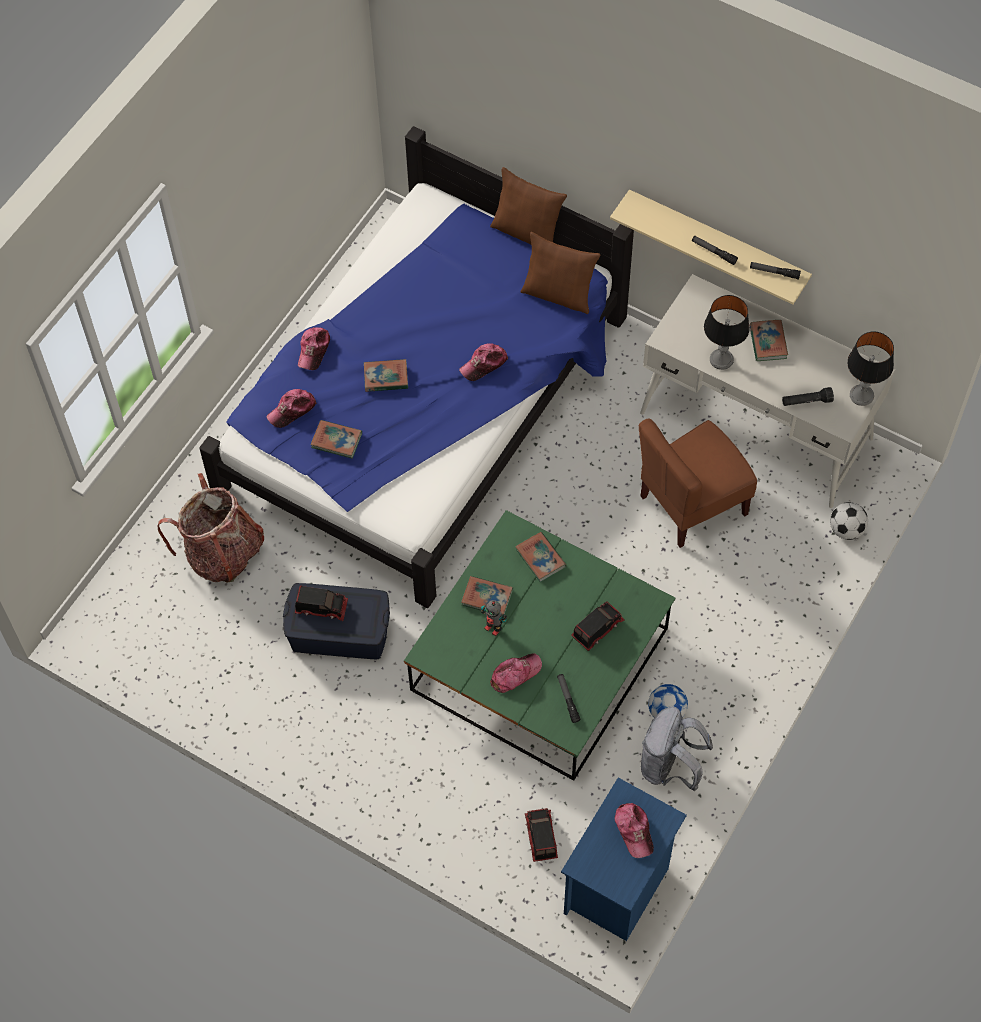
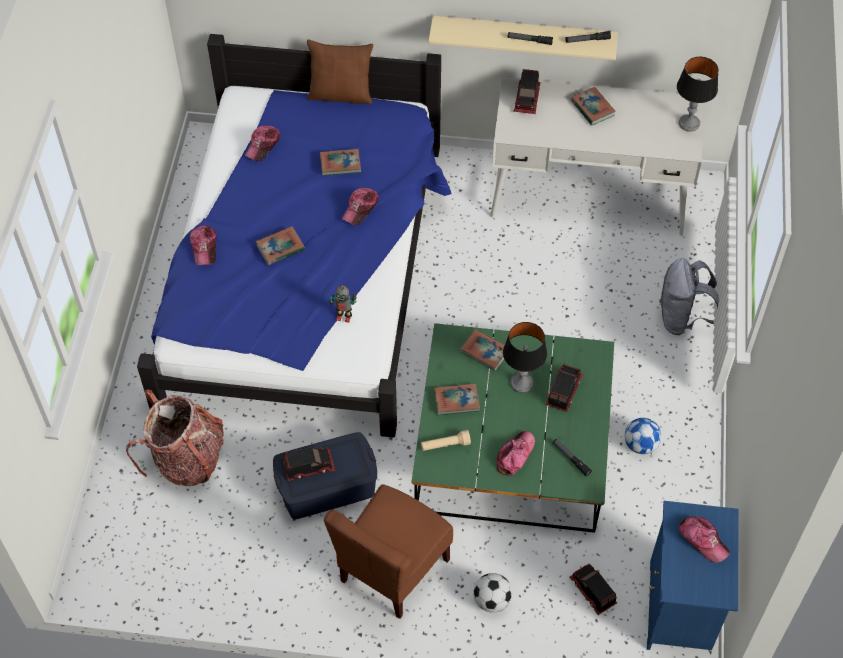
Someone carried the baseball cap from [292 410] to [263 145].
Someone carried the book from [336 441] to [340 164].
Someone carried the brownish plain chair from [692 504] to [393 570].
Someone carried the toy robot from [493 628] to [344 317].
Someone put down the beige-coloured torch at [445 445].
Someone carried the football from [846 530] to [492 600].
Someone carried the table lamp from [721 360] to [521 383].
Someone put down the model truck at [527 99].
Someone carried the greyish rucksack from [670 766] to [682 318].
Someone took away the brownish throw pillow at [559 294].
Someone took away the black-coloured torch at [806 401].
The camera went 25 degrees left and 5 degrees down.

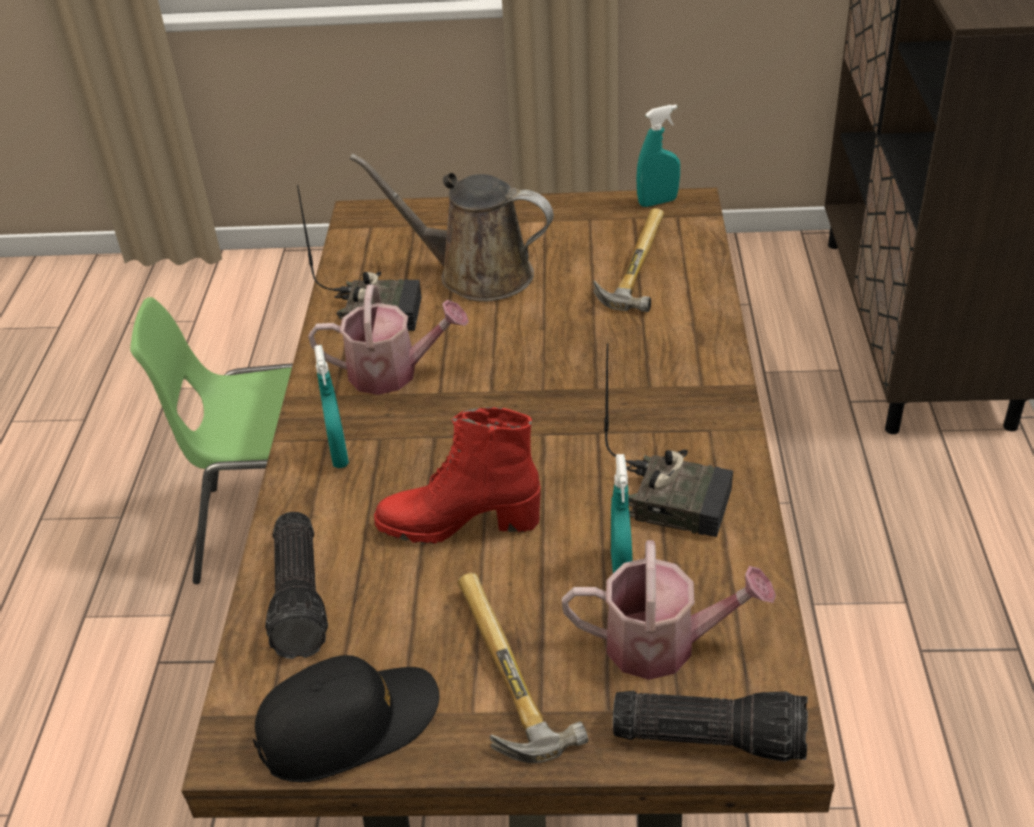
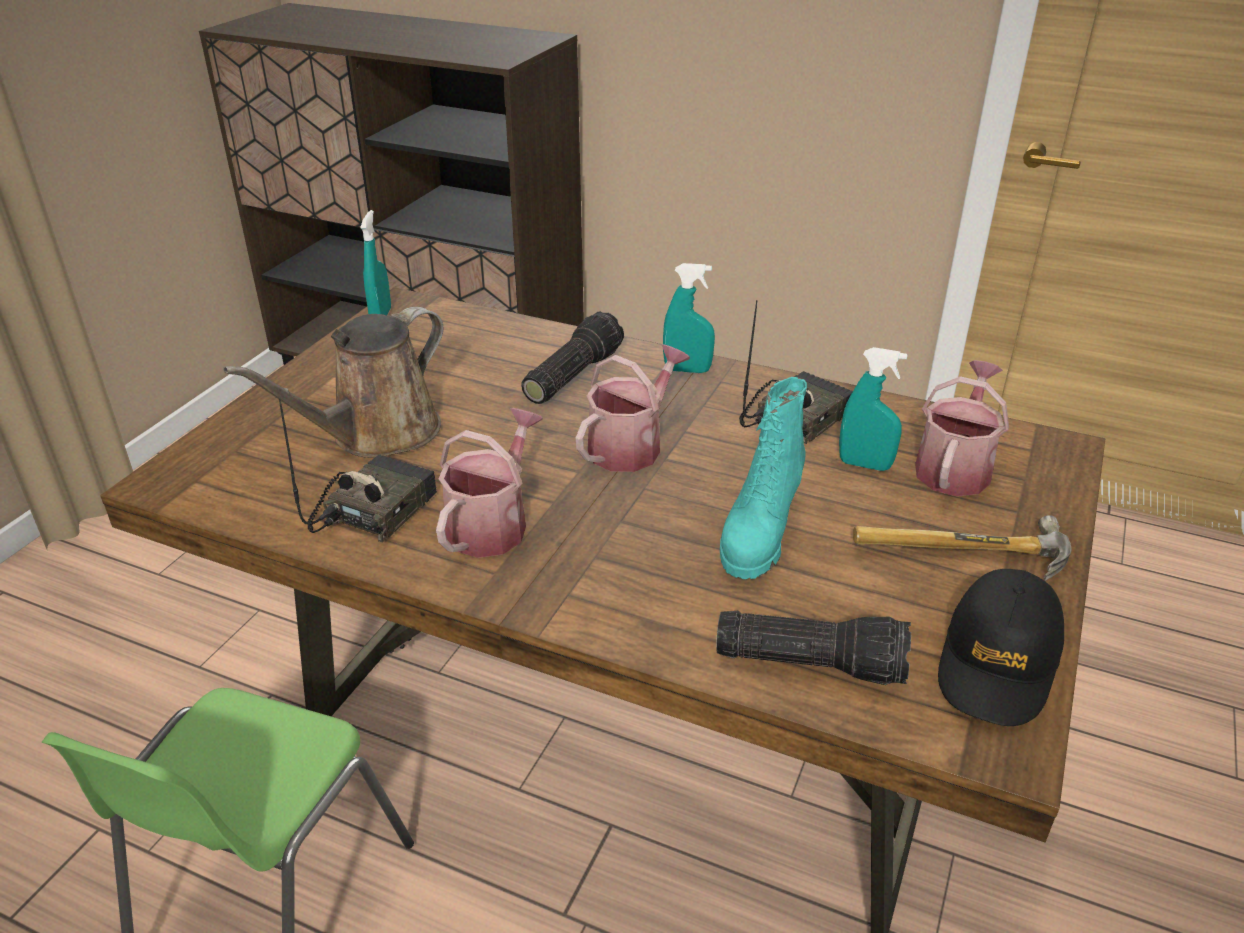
Someone carried the torch from [711 735] to [571 374].
Someone put down the watering can at [631 446].
Someone carried the blue-green sprayer from [339 454] to [687 370].
Someone repainted the reddish high-top boot at [459 523], which became the blue-green high-top boot at [758 534].
Someone rotated the black-coloured baseball cap at [348 725] by 150 degrees counterclockwise.
Someone took away the hand hammer at [631 266].
The camera went 70 degrees left and 5 degrees down.

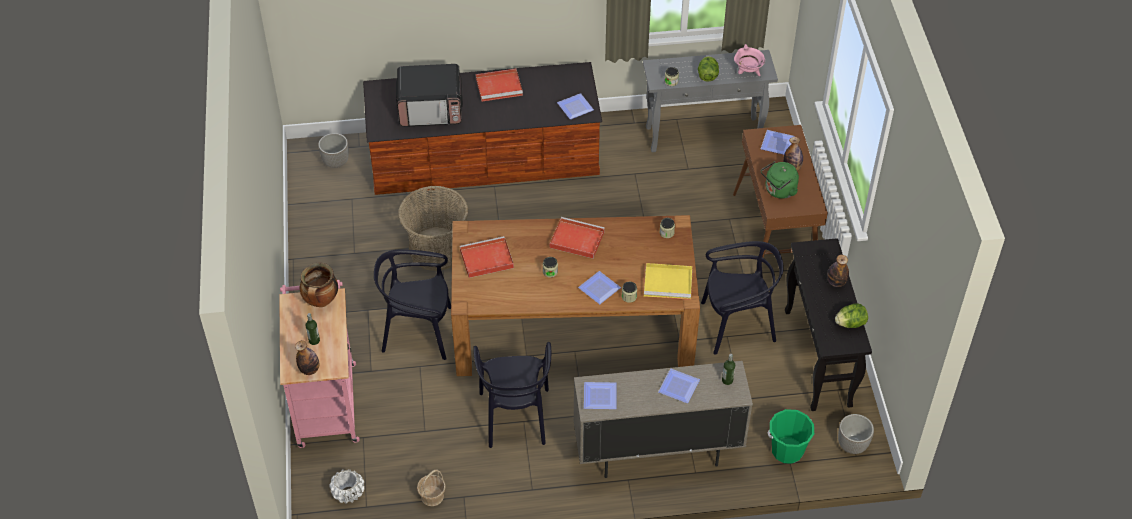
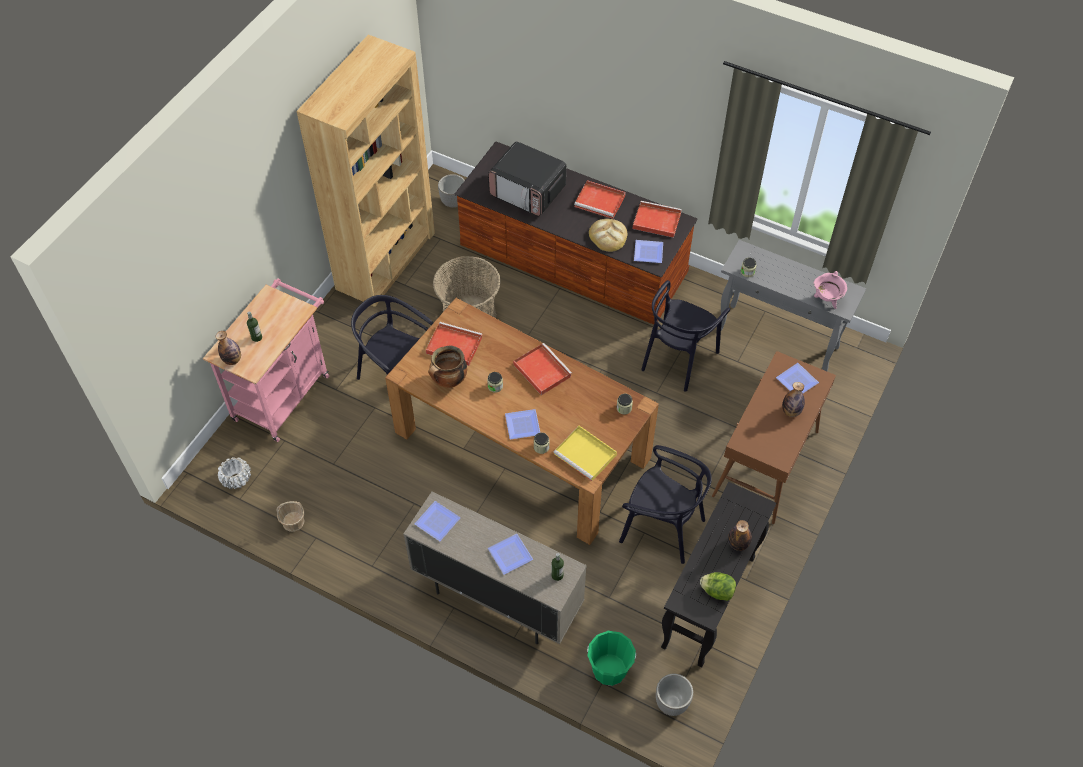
Someone put down the brownish bookcase at [386 260].
Someone carried the cooking pot from [321 301] to [449 381].
Someone put down the bakery bread at [608 236].
Someone put down the reddish tray at [655 221].
Someone carried the black-coloured plain chair from [515 416] to [678 358].
Someone took away the lettuce head at [707 76].
Someone took away the green kettle at [779 191].
The camera went 35 degrees right and 5 degrees up.

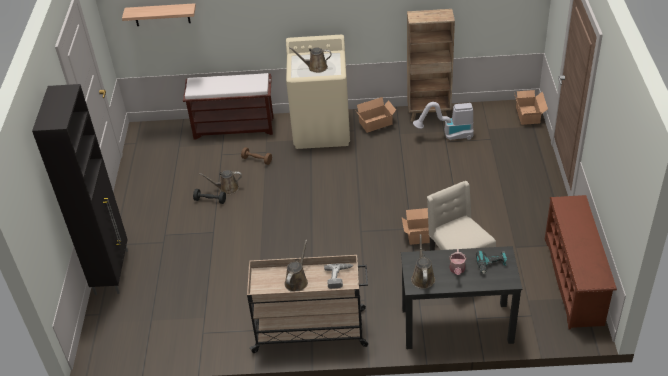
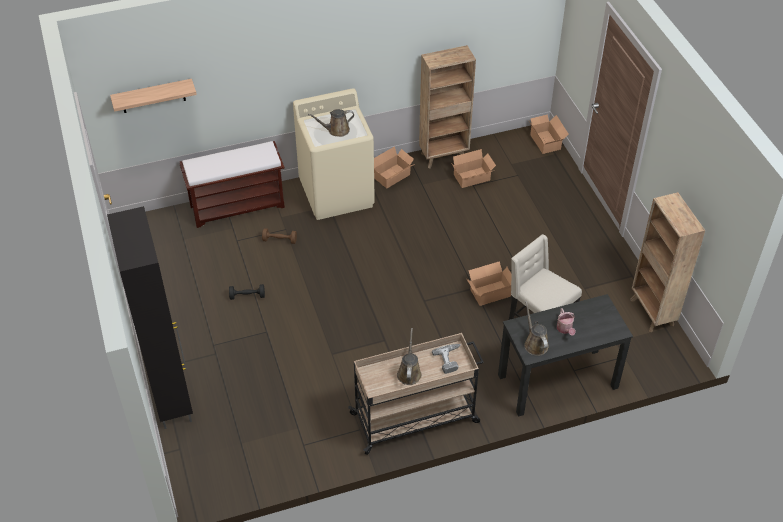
Someone swapped the hoover at [448 135] for the packing box at [473 178].
Someone swapped the brownish shoe stand at [574 281] for the brownish bookcase at [652 313].
Someone took away the brownish watering can at [227 188].
Someone took away the drill at [491 265].
The camera went 20 degrees left and 5 degrees up.

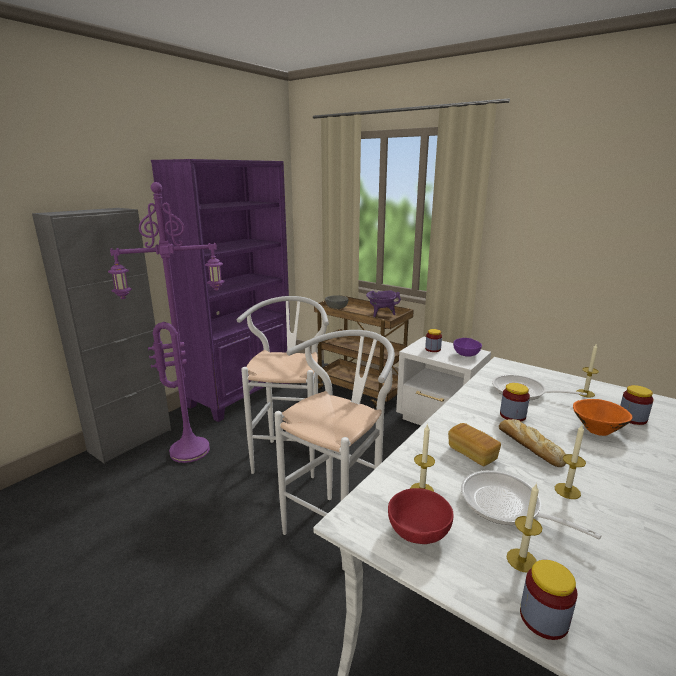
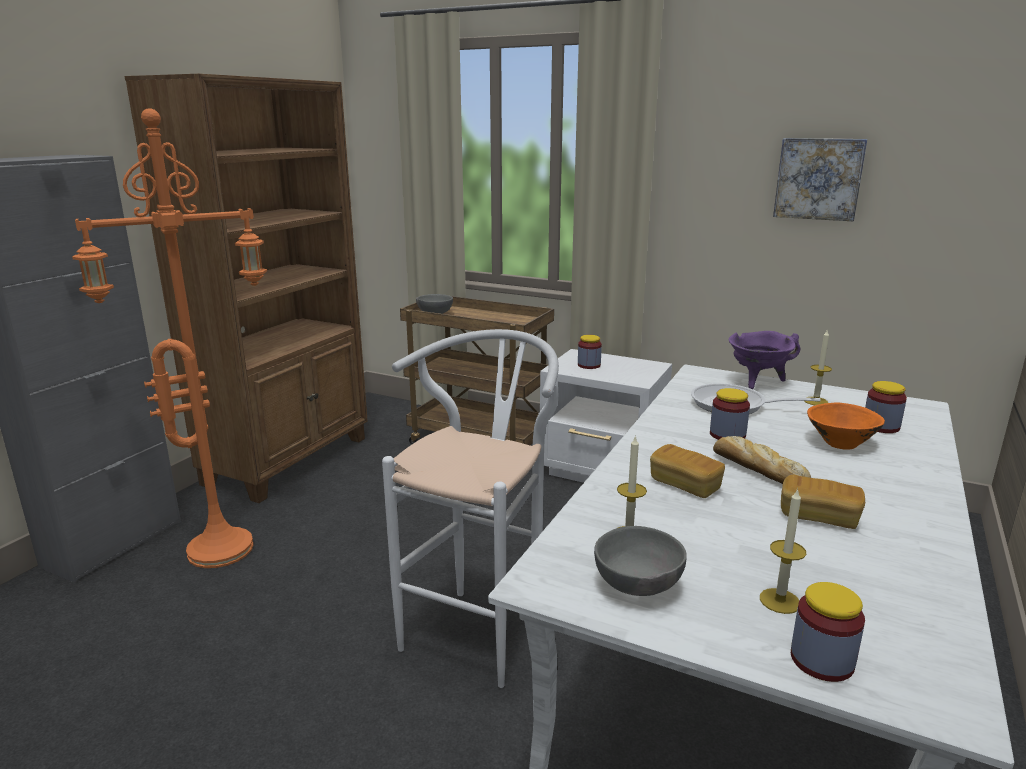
Someone repainted the purple standard lamp at [191 449], which became the orange standard lamp at [222 547].
Someone repainted the purple bookcase at [242 394], which became the brownish bookcase at [290 460].
Someone repainted the reddish serving bowl at [418 534], which became the greyish serving bowl at [637 586].
Someone carried the purple cooking pot from [381 314] to [757 381].
Someone put up the picture at [819 178].
Someone swapped the wax light at [567 491] for the bakery bread at [818 517].
Someone took away the whitish sitting stool at [290 453].
Someone took away the purple serving bowl at [466 354].
Someone took away the pan at [506 506].
The camera went 10 degrees left and 0 degrees up.

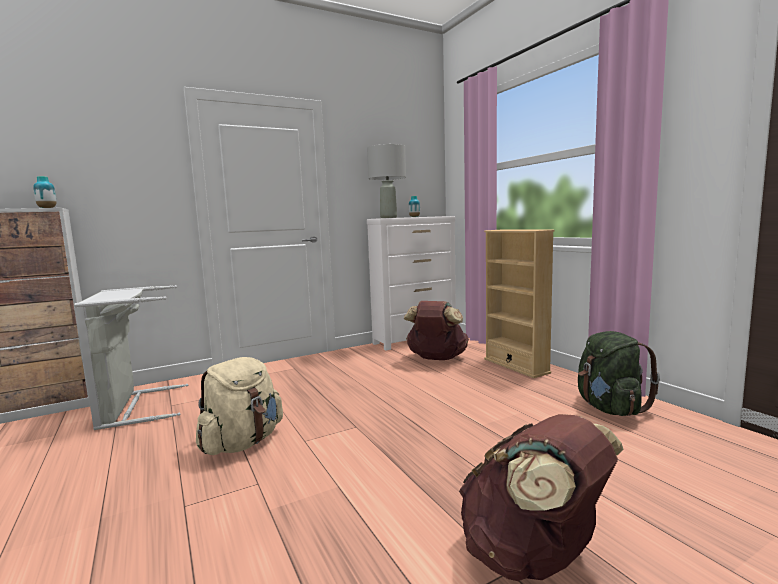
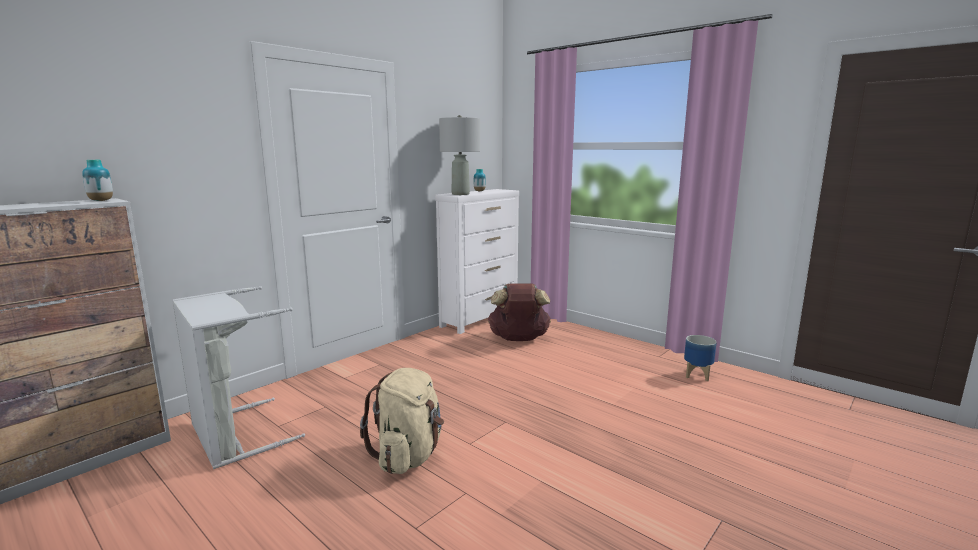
Someone swapped the green rucksack at [610 408] for the flower pot at [697 375].
Someone took away the brownish rucksack at [533 557].
Someone took away the beige-coloured bookcase at [516 366].
The camera went 20 degrees left and 5 degrees up.

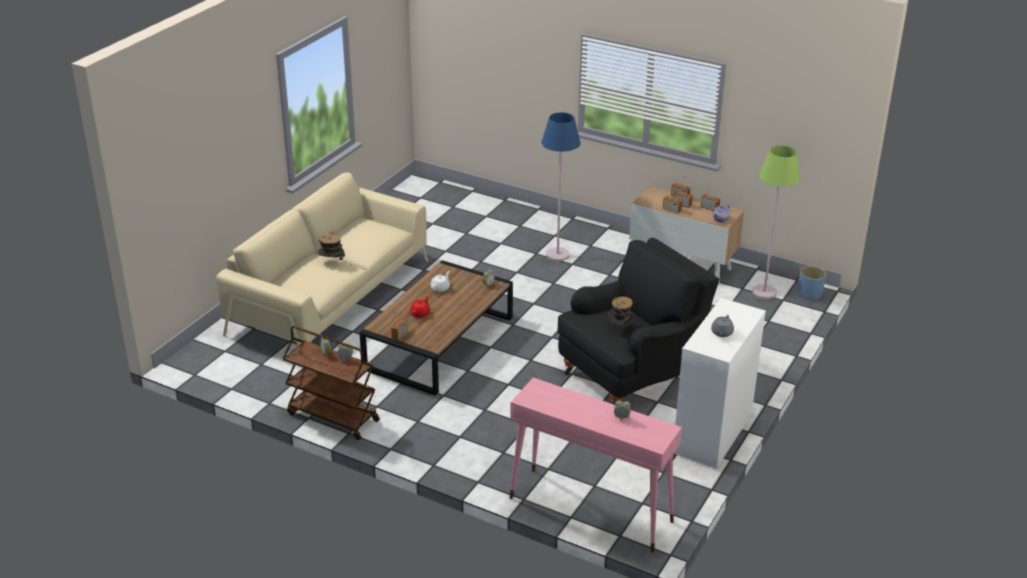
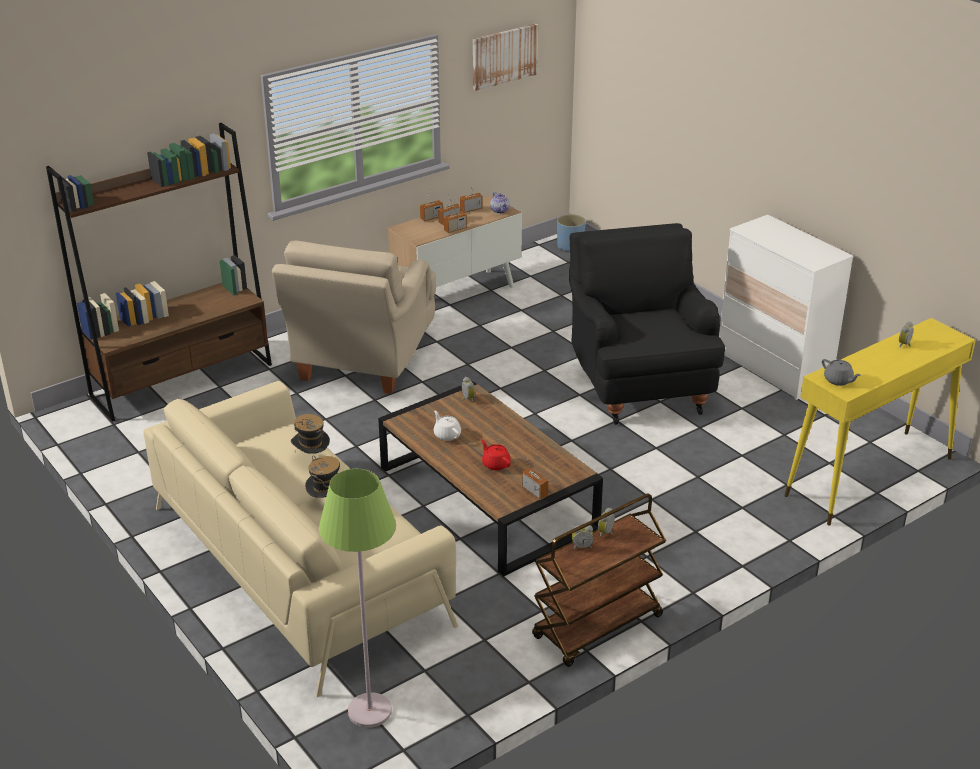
Someone put down the brownish bookcase at [182 380].
Someone swapped the bluish standard lamp at [557 255] for the beige-coloured easy chair at [362 362].
Someone carried the clothing hat from [620 329] to [311 458].
Someone carried the green standard lamp from [764 292] to [369 711].
Someone put up the picture at [504 56].
Someone repainted the pinkish hall table at [589 509], which became the yellow hall table at [868 477].
Someone carried the greyish tea pot from [721 333] to [838 380].
The camera went 65 degrees left and 0 degrees up.

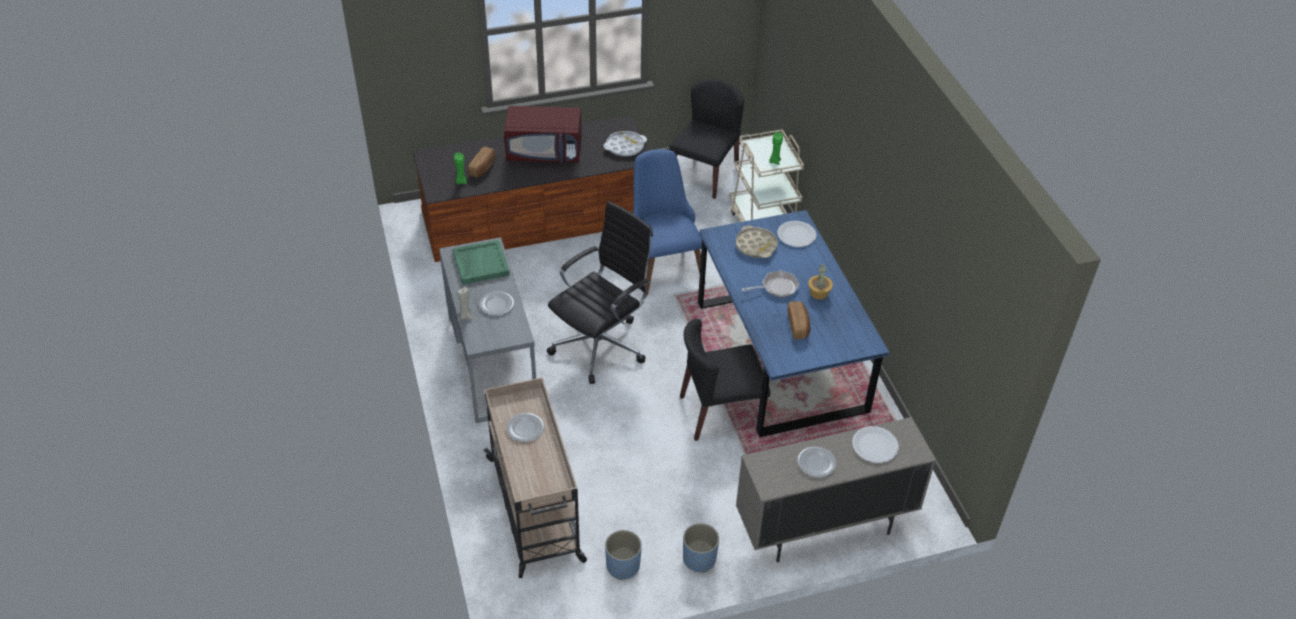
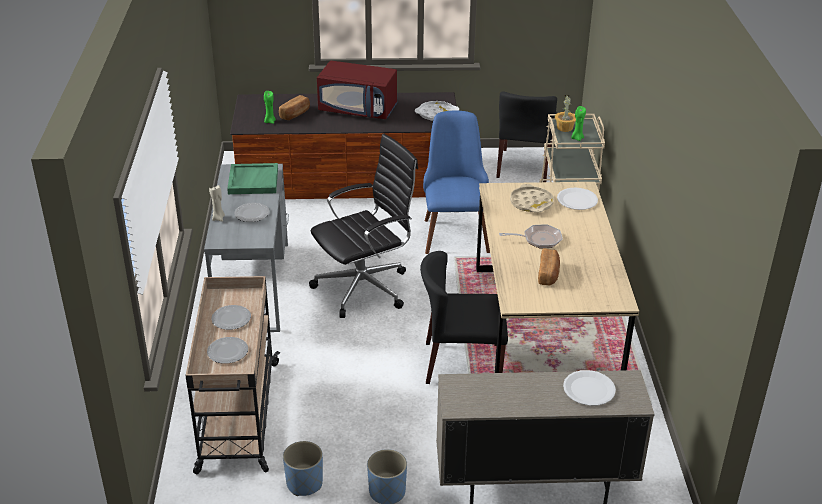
Someone carried the plate from [816 463] to [227 352].
Someone repainted the bluish dinner table at [779 355], which became the beige-coloured dinner table at [543 324].
Someone rotated the black-coloured plain chair at [705 175] by 150 degrees clockwise.
Someone carried the plant in a pot from [819 293] to [564 128].
The camera went 15 degrees right and 10 degrees down.

